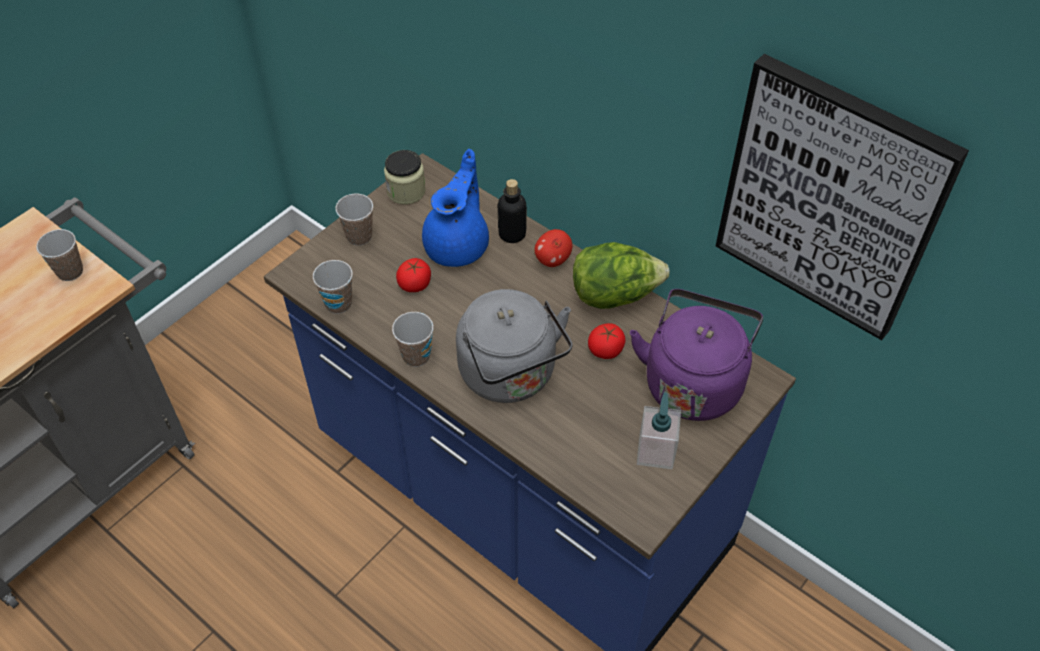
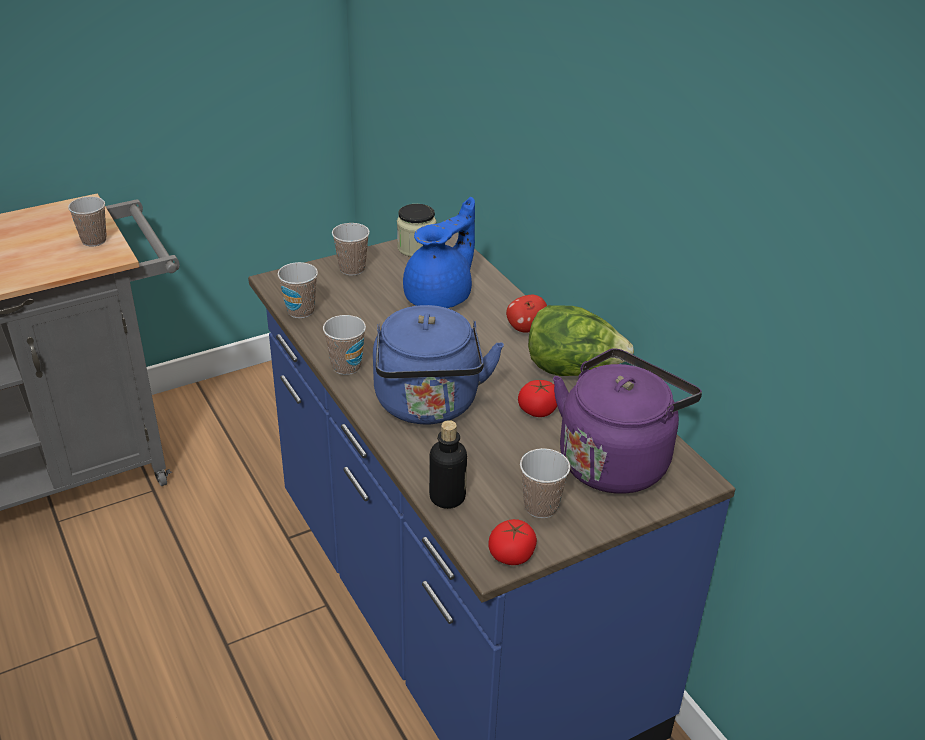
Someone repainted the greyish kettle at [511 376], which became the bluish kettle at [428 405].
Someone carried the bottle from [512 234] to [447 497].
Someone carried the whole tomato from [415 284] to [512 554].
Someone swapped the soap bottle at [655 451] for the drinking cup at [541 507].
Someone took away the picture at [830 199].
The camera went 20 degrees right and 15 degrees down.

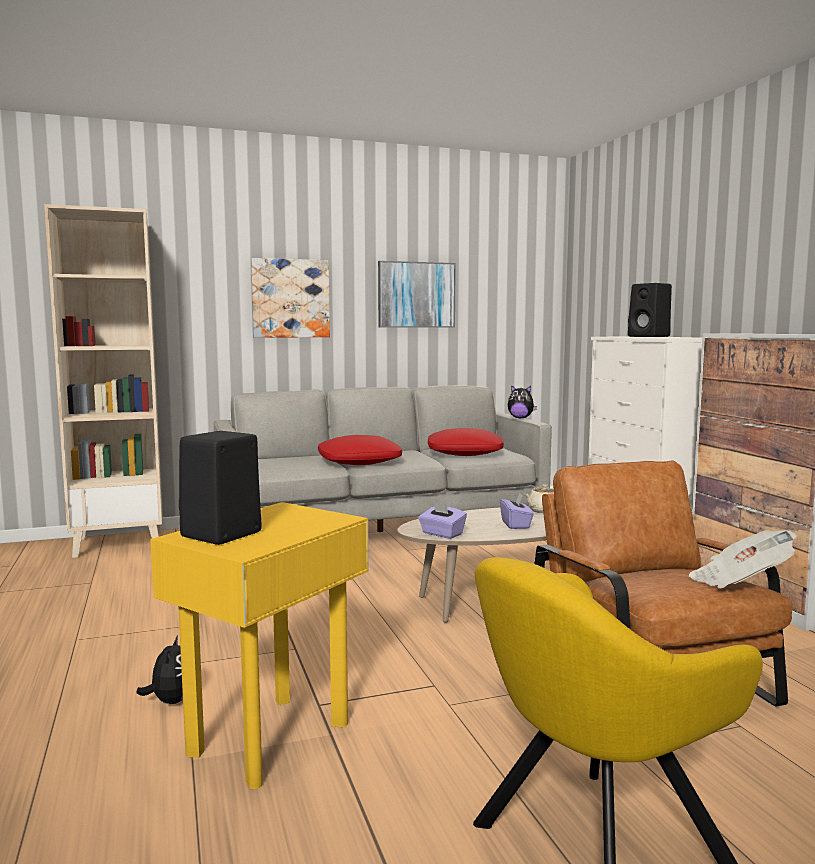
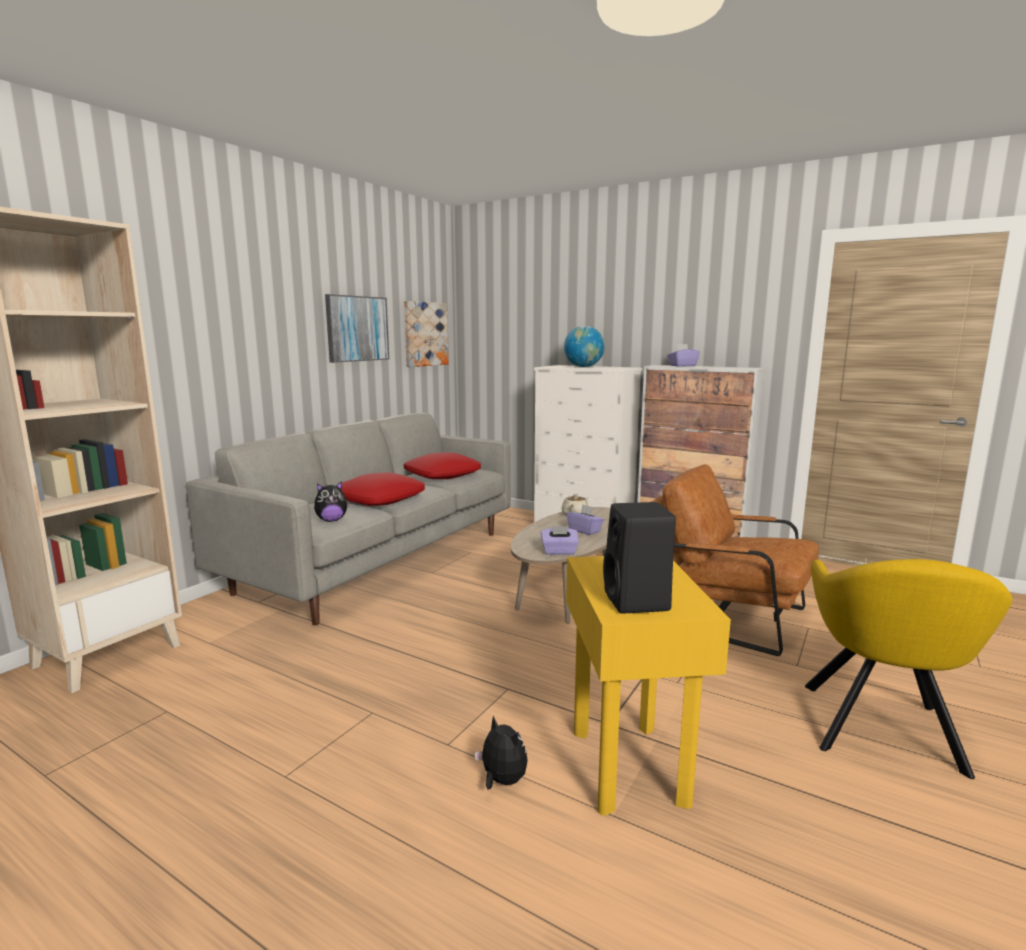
Someone carried the cuddly toy from [520 418] to [331 520].
Someone carried the picture from [290 298] to [425 334].
Someone swapped the black-coloured loudspeaker at [650 336] for the world globe at [583 367].
Someone put down the purple box of tissues at [682 366].
Someone took away the daily paper at [739 582].
The camera went 40 degrees left and 5 degrees up.

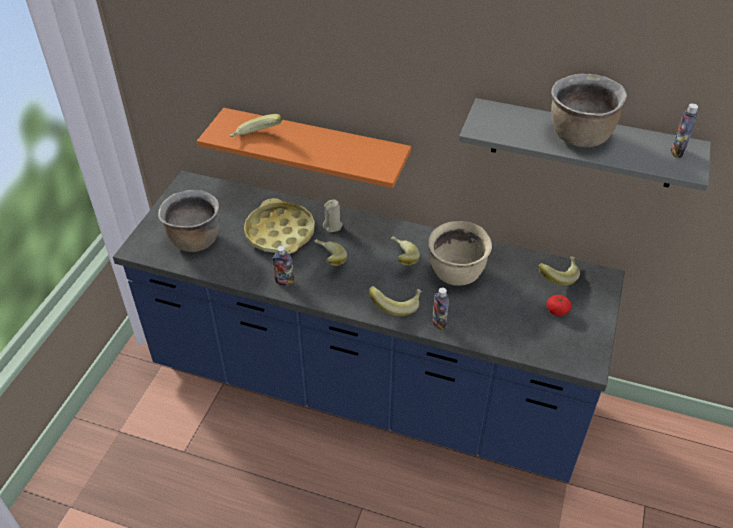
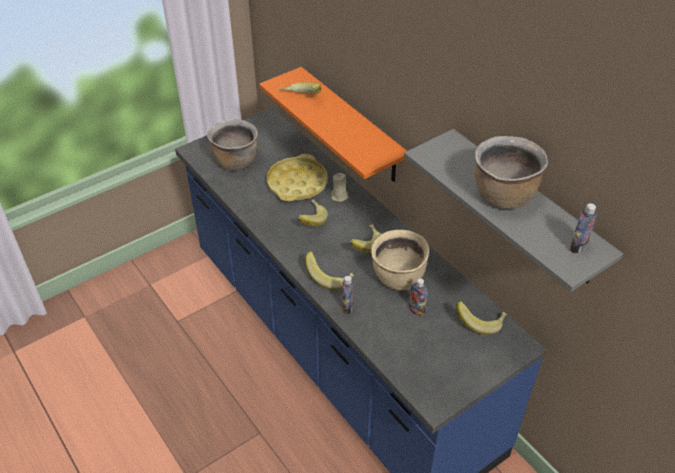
Someone carried the bottle from [284 281] to [416 310].
Someone took away the whole tomato at [557 311].
The camera went 35 degrees right and 0 degrees up.

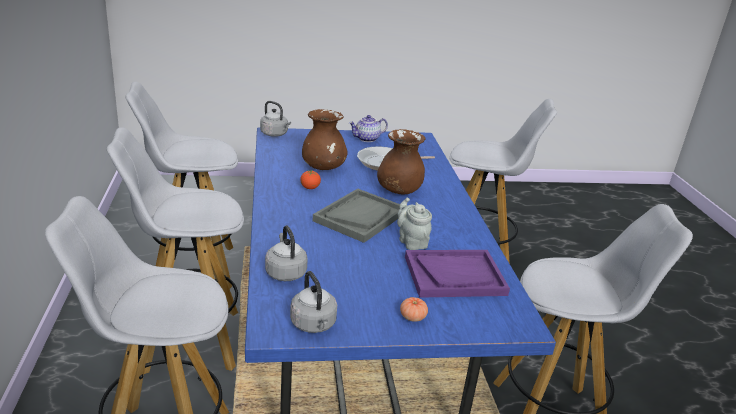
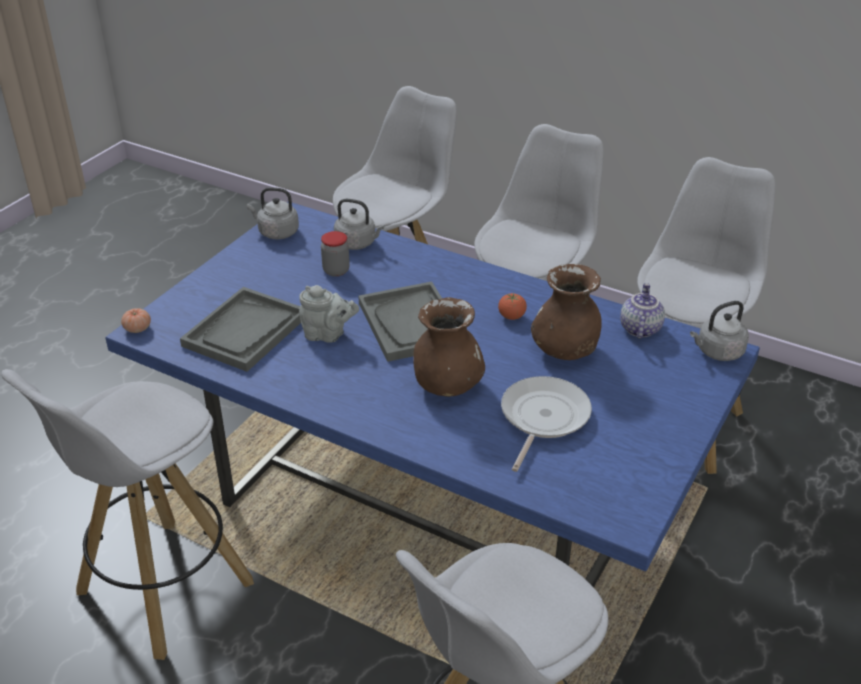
Someone carried the whole tomato from [412 317] to [137 328].
Someone repainted the purple tray at [454 275], which became the greyish tray at [245 331].
Someone put down the jar at [336 271].
Someone carried the tea pot from [367 139] to [639 328].
The camera went 130 degrees right and 10 degrees up.

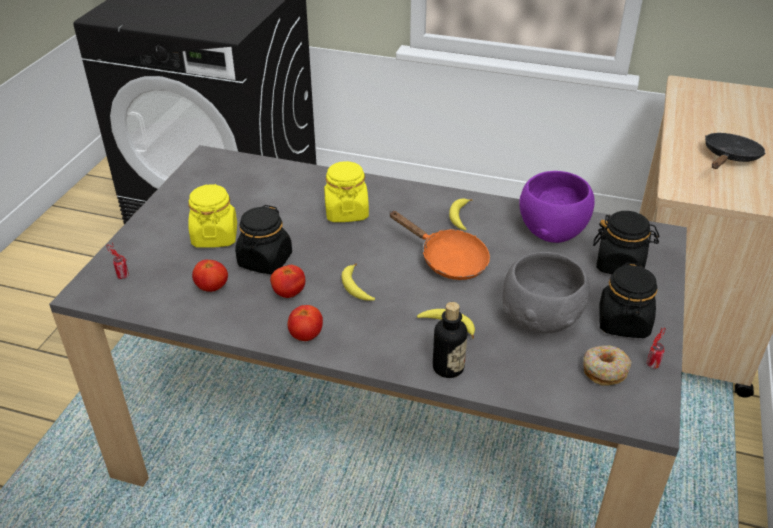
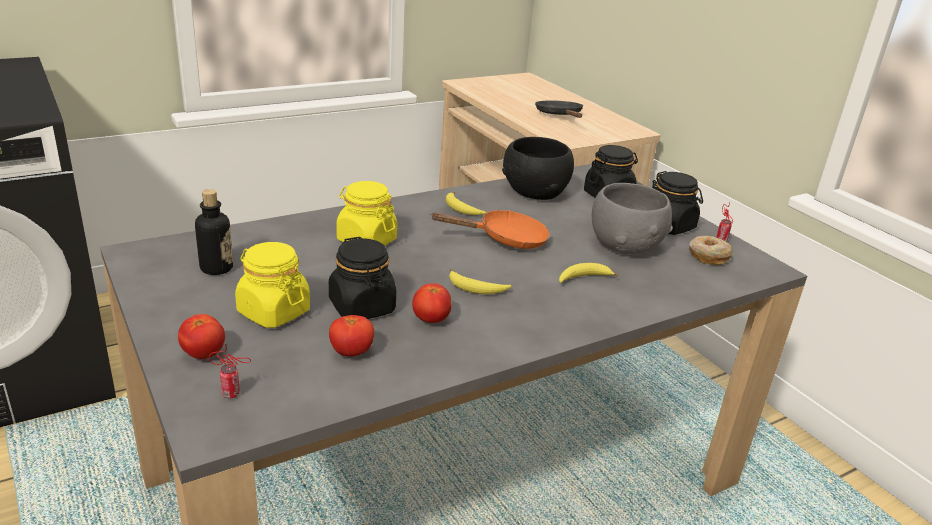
Someone carried the whole tomato from [306 335] to [203 354].
Someone carried the bottle from [448 367] to [216 268].
Someone repainted the purple serving bowl at [551 229], which became the black-coloured serving bowl at [534 192].
The camera went 50 degrees left and 10 degrees down.

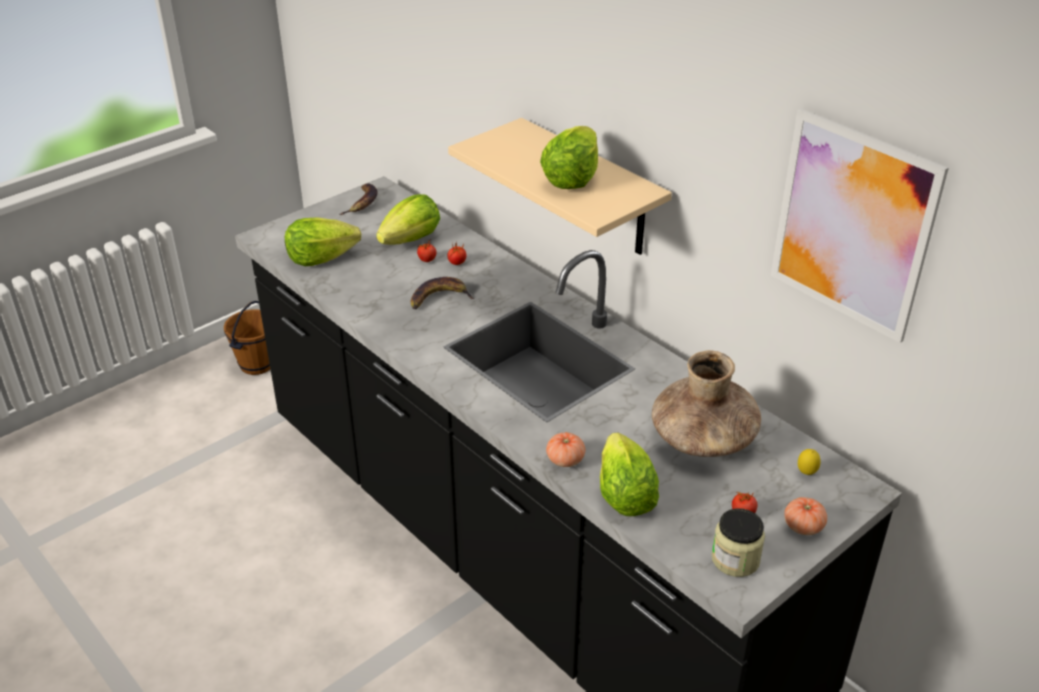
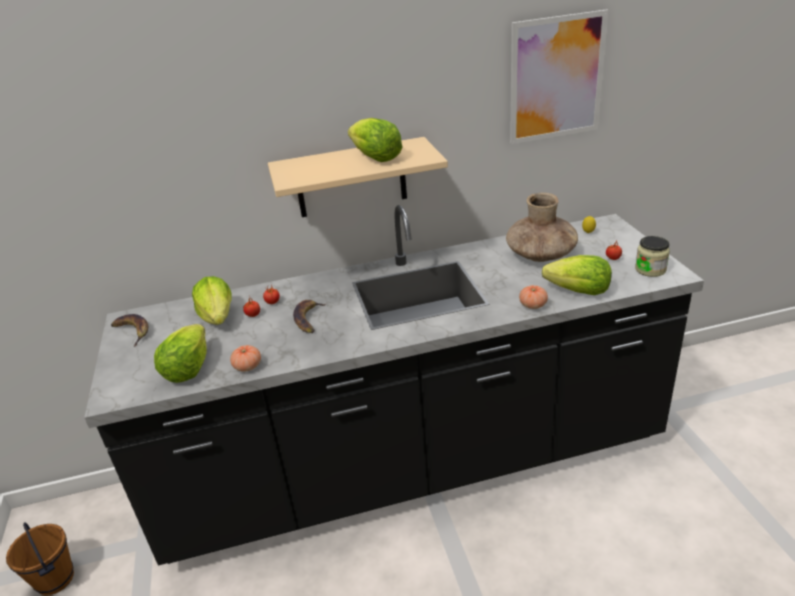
Someone carried the whole tomato from [803 526] to [247 366].
The camera went 60 degrees left and 5 degrees down.

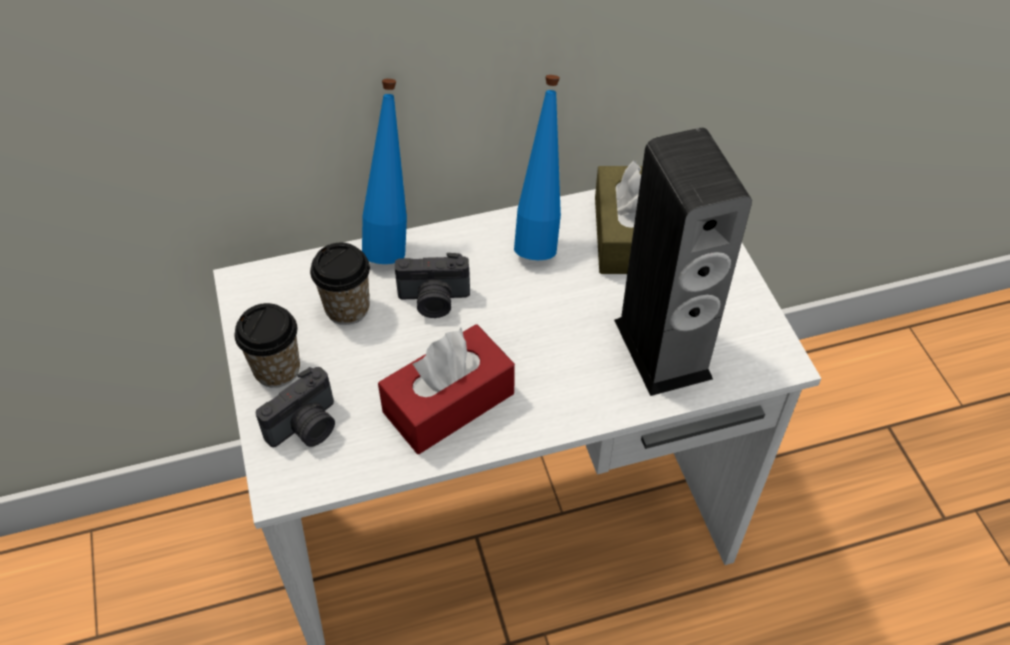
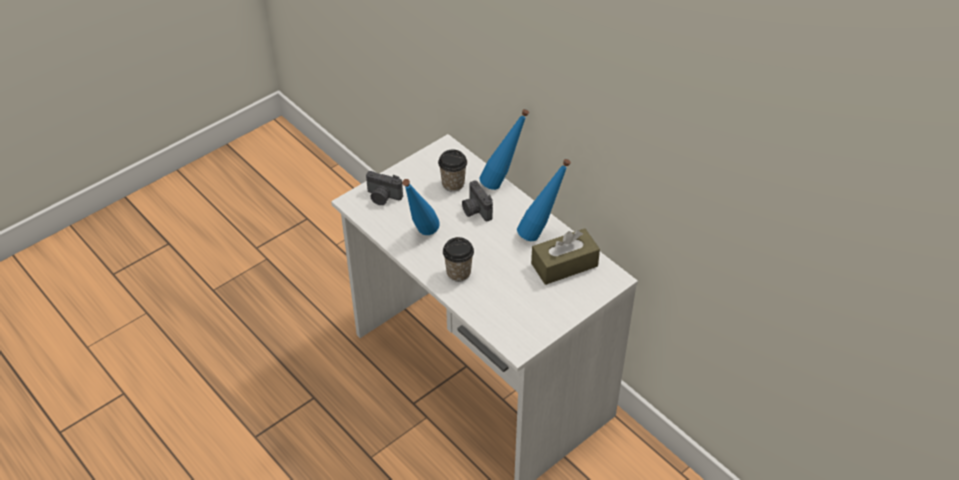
Someone swapped the reddish box of tissues at [449 403] for the bluish bottle at [421 236].
Someone carried the drinking cup from [277 369] to [458 273].
Someone took away the loudspeaker at [662 349].
The camera went 65 degrees right and 5 degrees down.

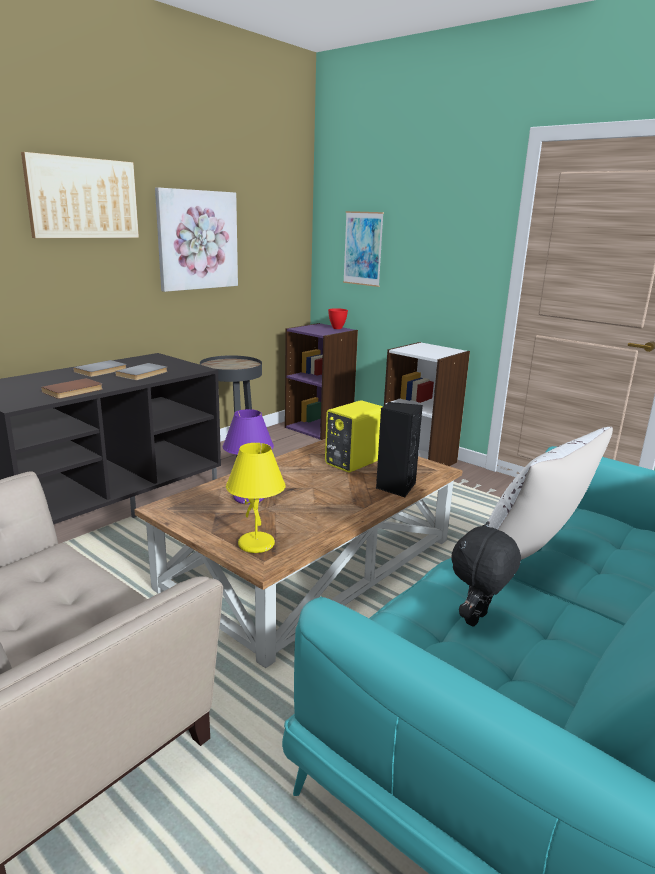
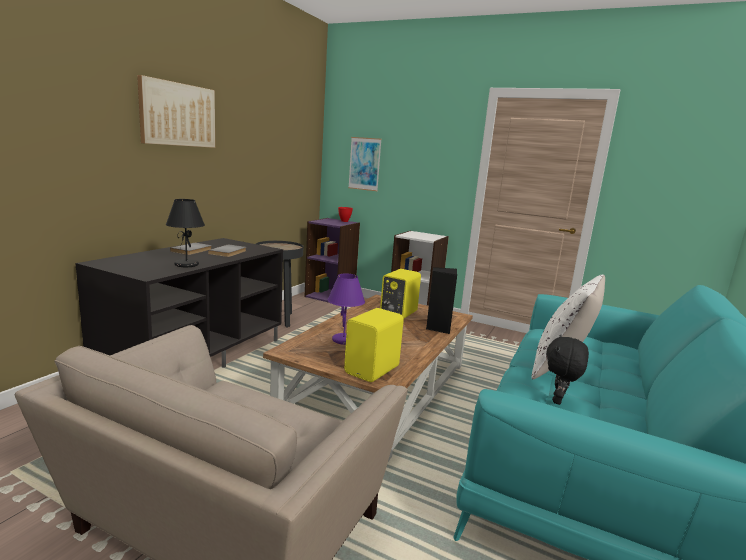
Someone swapped the brownish book at [74 391] for the black-coloured table lamp at [186 265].
Someone swapped the yellow table lamp at [257 544] for the yellow loudspeaker at [373 370].
Someone took away the picture at [197 240].
The camera went 15 degrees left and 5 degrees down.

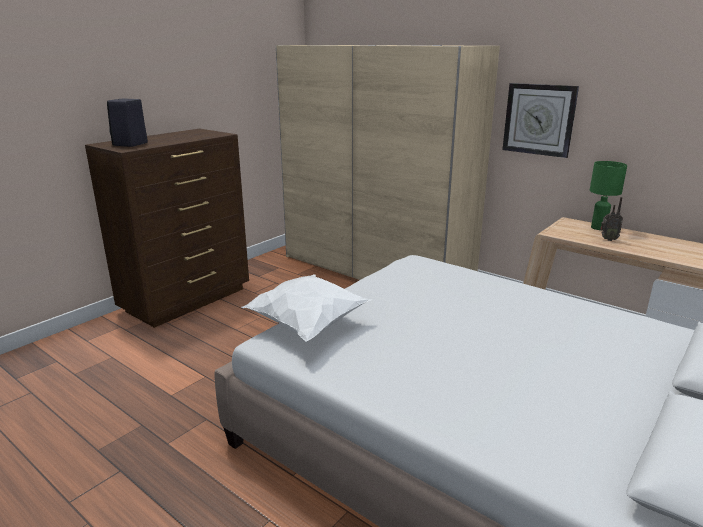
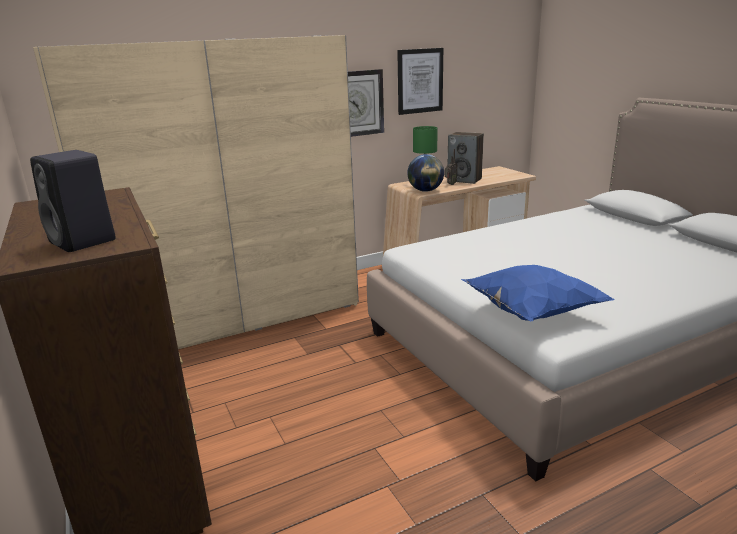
Someone put up the picture at [420 81].
Someone put down the world globe at [425 191].
Someone put down the loudspeaker at [465 180].
Someone repainted the whitish throw pillow at [309 325], which became the bluish throw pillow at [530 313].
The camera went 65 degrees left and 0 degrees up.

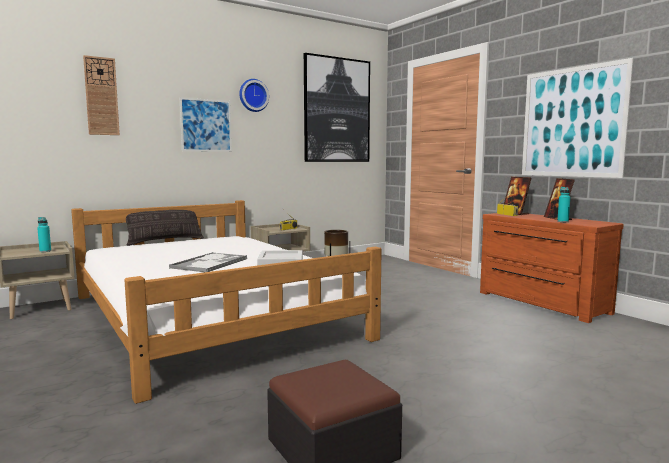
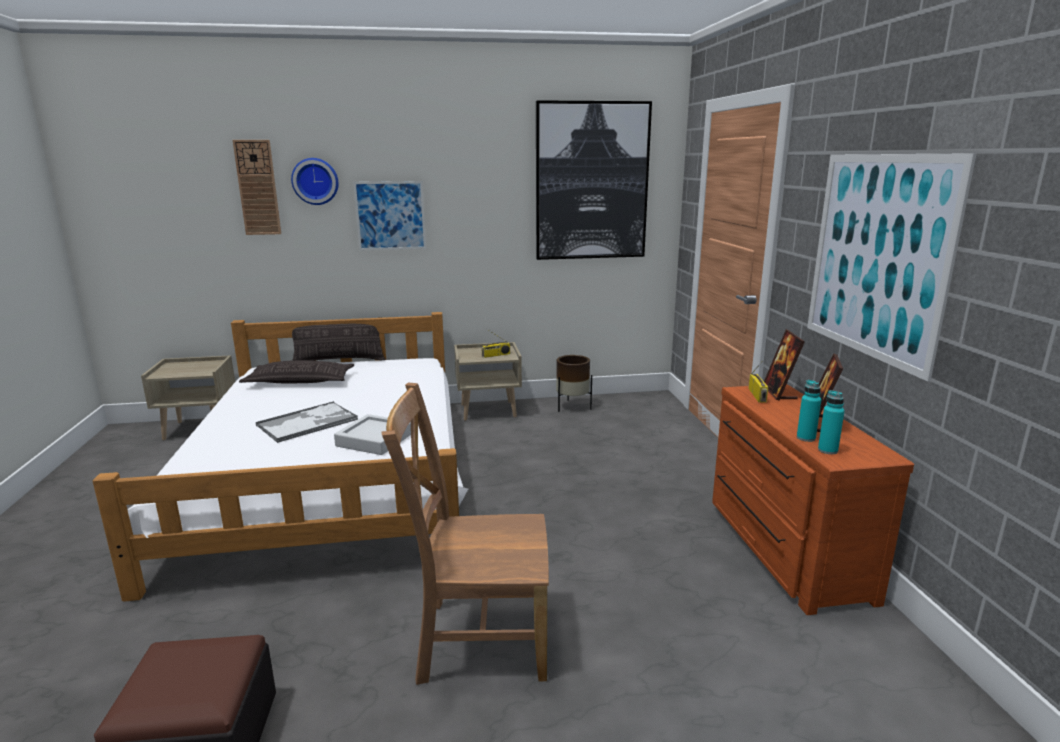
Someone put down the throw pillow at [300 381].
Someone carried the clock on the wall from [253 95] to [315 181].
Someone put down the brownish plain chair at [477 639].
Someone carried the blue-green bottle from [45 251] to [827 450].
The camera went 25 degrees right and 10 degrees up.

